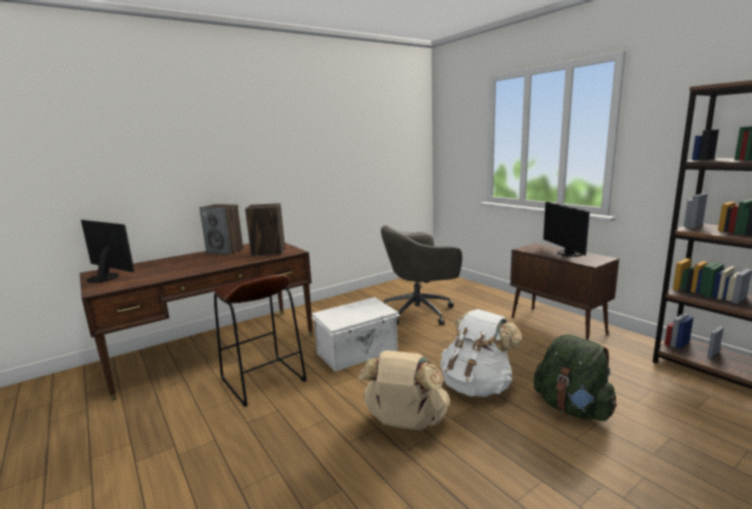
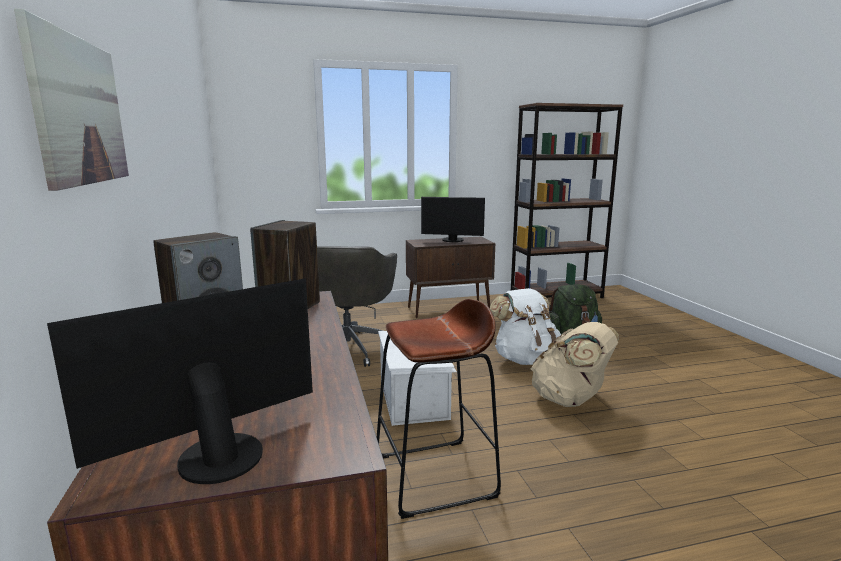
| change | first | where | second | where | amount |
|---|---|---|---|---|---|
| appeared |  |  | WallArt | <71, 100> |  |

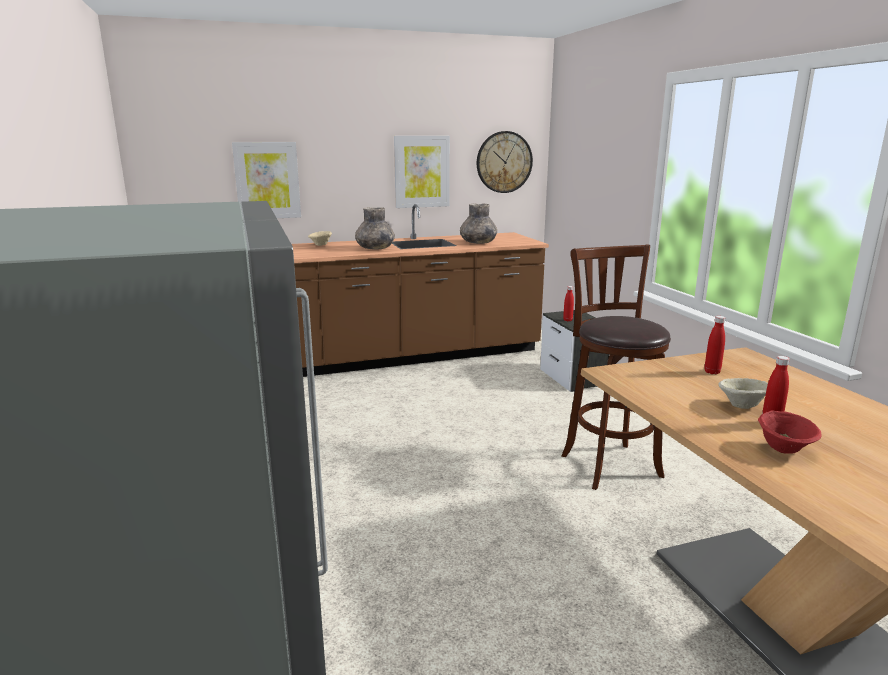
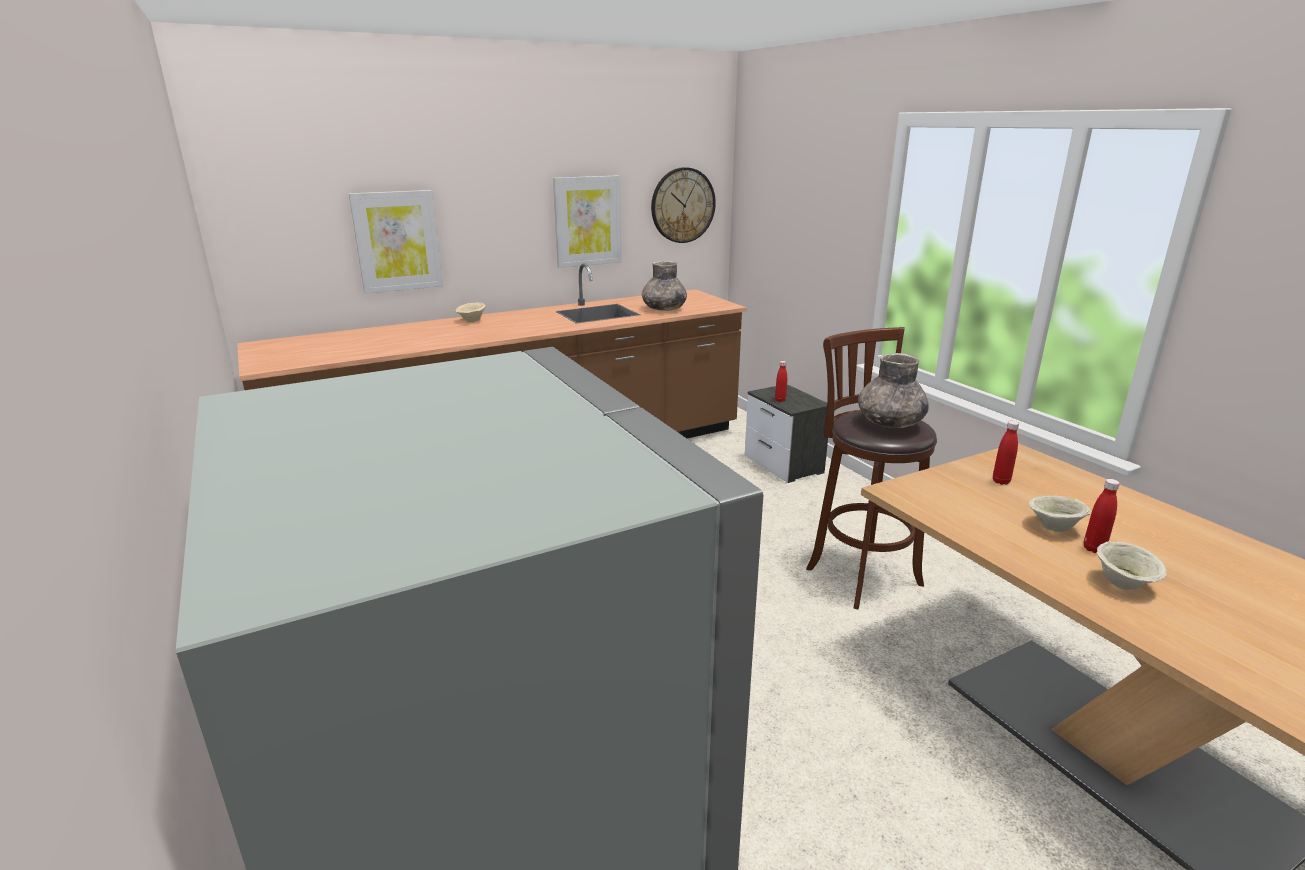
| change | first | where | second | where | amount |
|---|---|---|---|---|---|
| relocated | GreyishVase | <375, 228> |  | <893, 390> |  |
| colour | RedColouredDeepDish | <790, 432> | BeigeDeepDish | <1131, 566> |  |

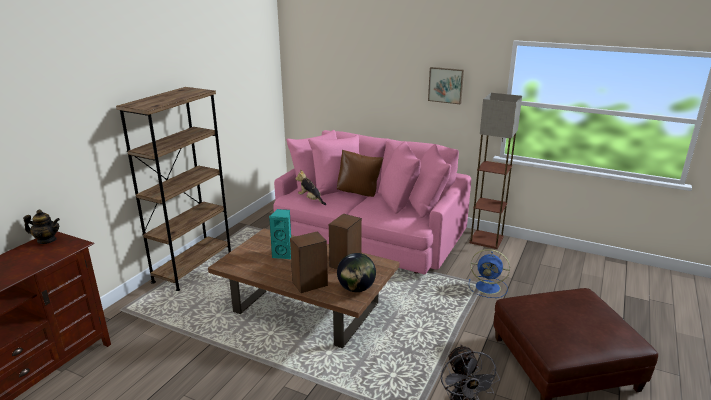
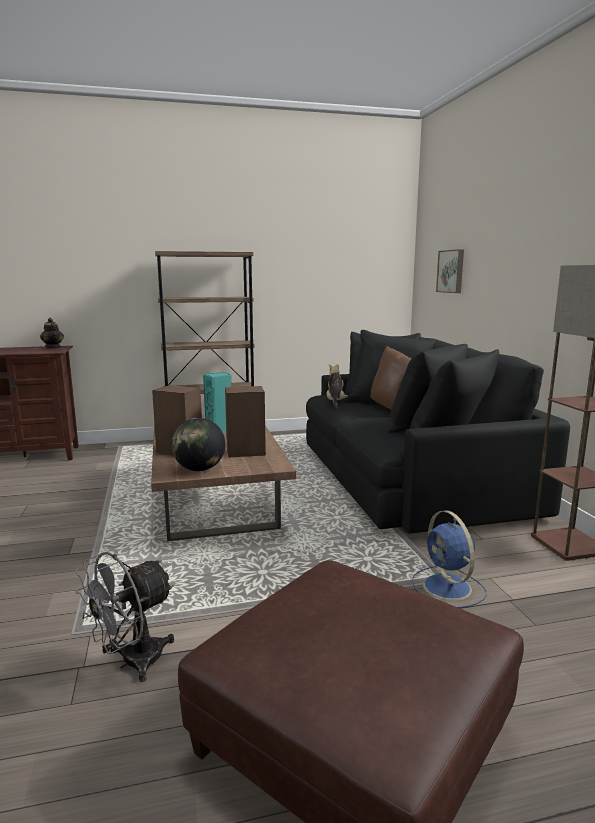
| change | first | where | second | where | amount |
|---|---|---|---|---|---|
| relocated | WallArt | <446, 85> |  | <450, 271> |  |
| colour | PinkSettee | <372, 202> | BlackSettee | <438, 431> |  |

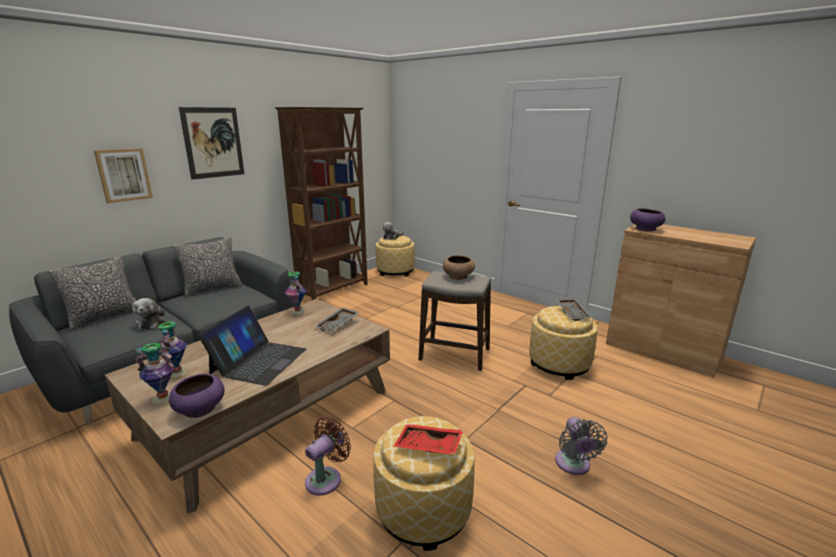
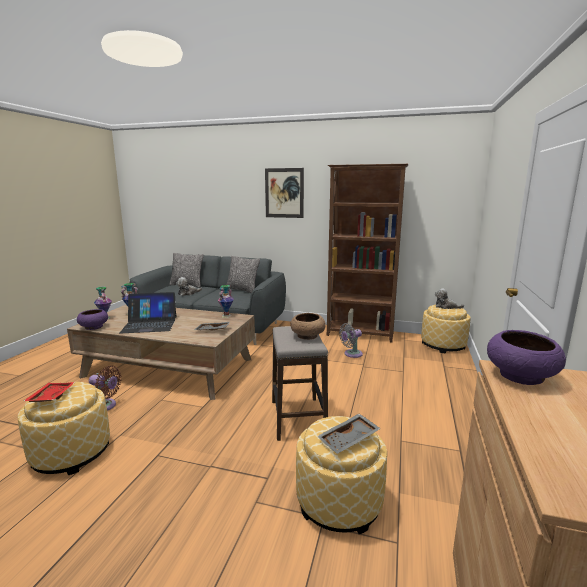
| change | first | where | second | where | amount |
|---|---|---|---|---|---|
| missing | WallArt | <123, 175> |  |  |  |
| relocated | GreyishCoolingFan | <581, 446> |  | <351, 340> |  |

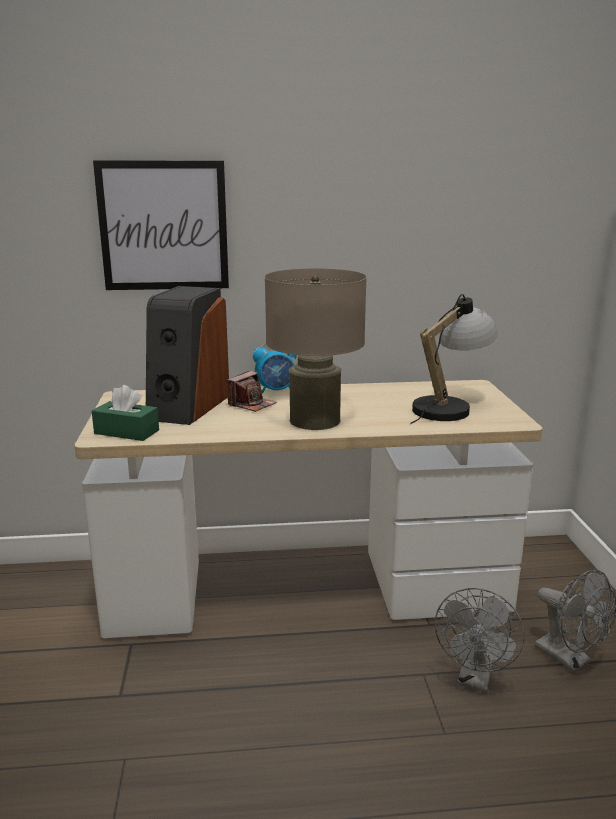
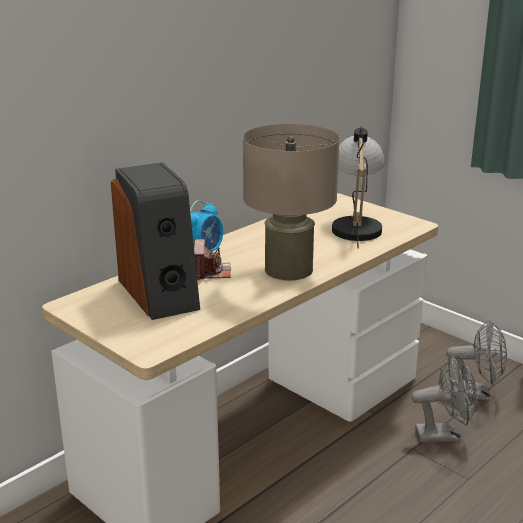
| change | first | where | second | where | amount |
|---|---|---|---|---|---|
| missing | WallArt | <161, 225> |  |  |  |
| missing | GreenTissueHolder | <125, 413> |  |  |  |
| spun | GreyishCoolingFan | <480, 640> |  | <445, 398> | 75 degrees counterclockwise |

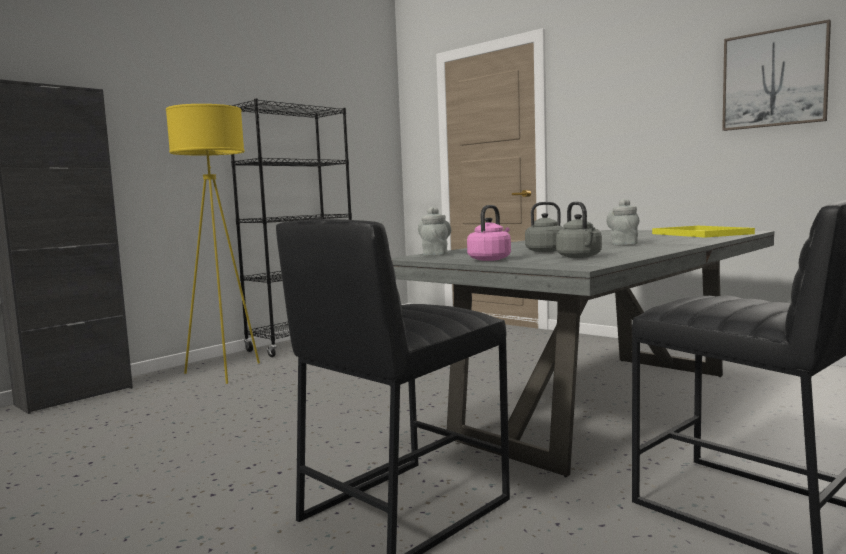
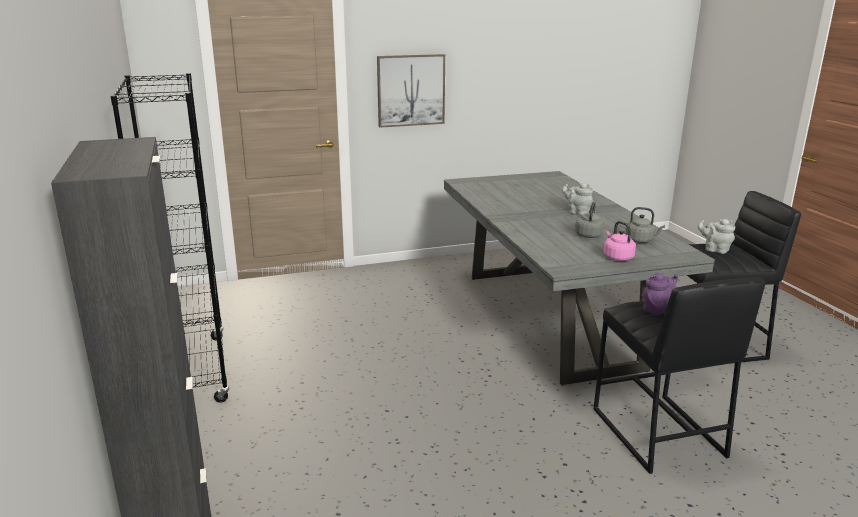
| change | first | where | second | where | amount |
|---|---|---|---|---|---|
| relocated | WallArt | <776, 75> |  | <411, 91> |  |
| missing | YellowColouredStandardLamp | <213, 244> |  |  |  |
| relocated | GreyishTeaPot | <434, 231> |  | <716, 236> |  |
| missing | YellowColouredTray | <703, 232> |  |  |  |
| appeared |  |  | PurpleColouredTeaPot | <661, 294> |  |

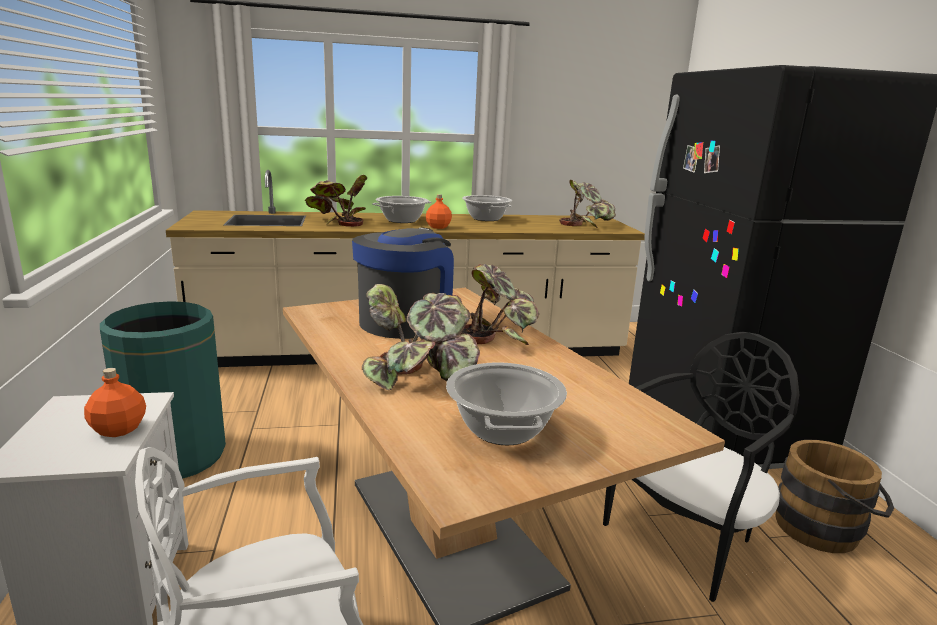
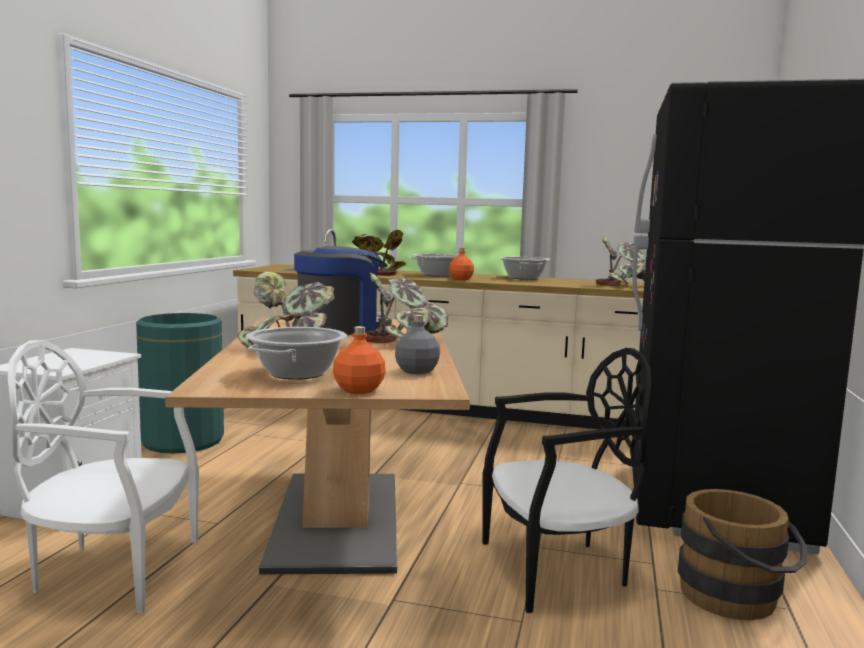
| change | first | where | second | where | amount |
|---|---|---|---|---|---|
| relocated | OrangeyDrinkBottle | <115, 402> |  | <359, 360> |  |
| appeared |  |  | GreyishDrinkBottle | <417, 344> |  |

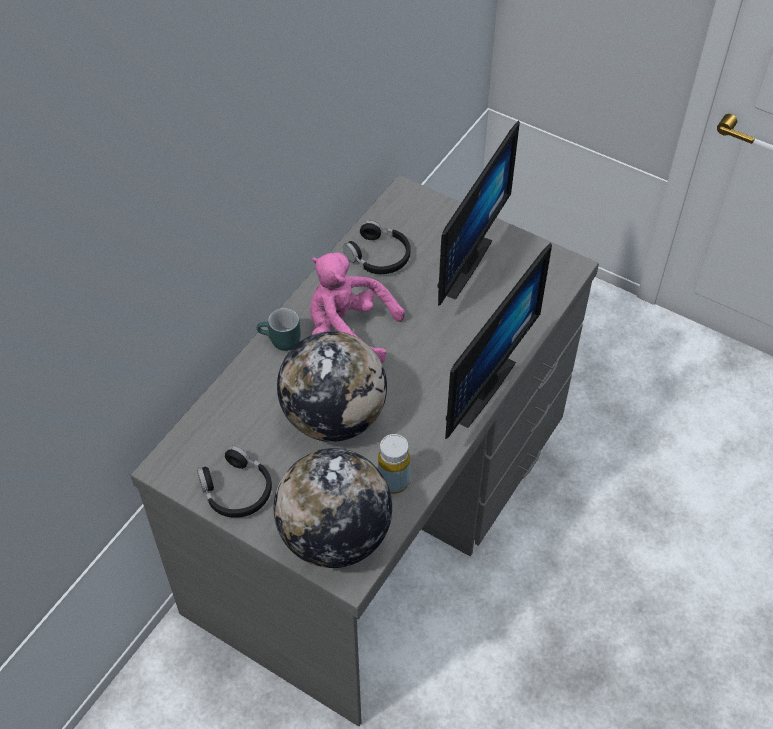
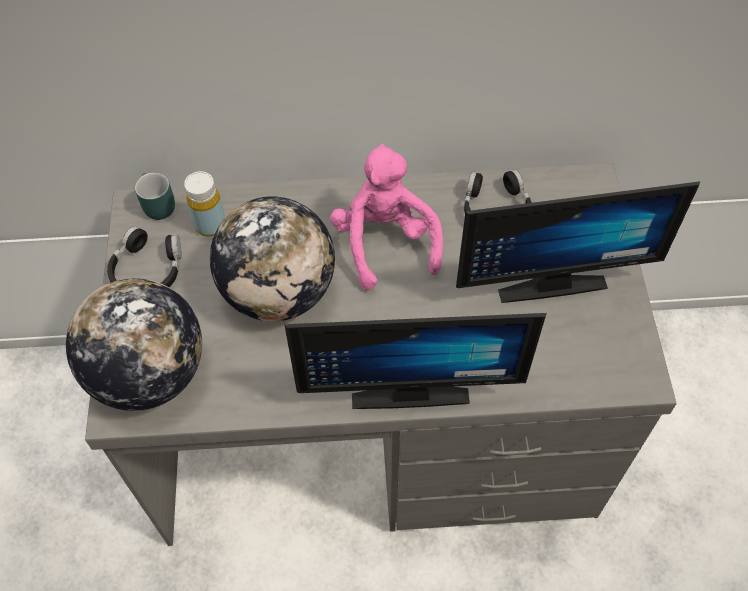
| change | first | where | second | where | amount |
|---|---|---|---|---|---|
| relocated | TurquoiseColouredTeaMug | <279, 329> |  | <155, 196> |  |
| relocated | YellowColouredDrinkBottle | <394, 464> |  | <204, 204> |  |

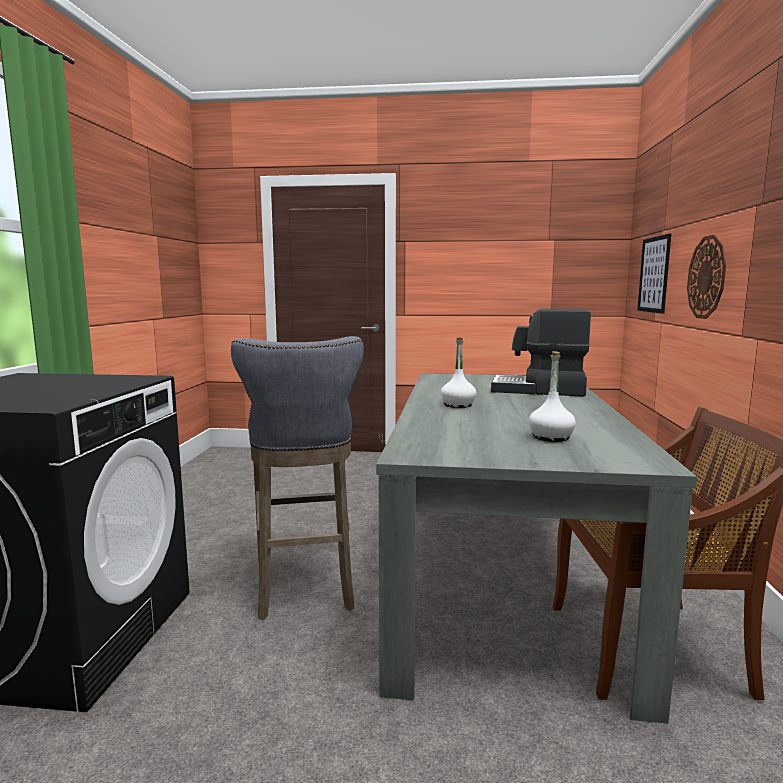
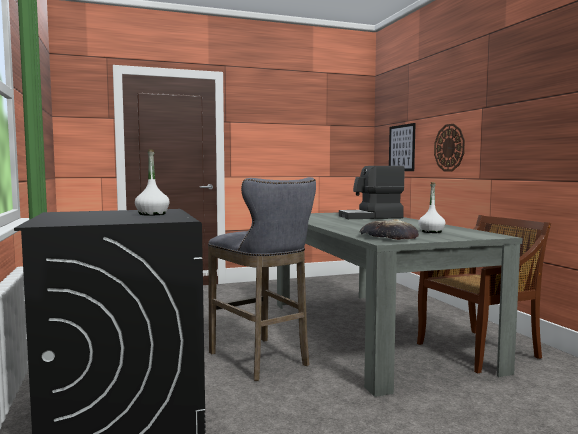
| change | first | where | second | where | amount |
|---|---|---|---|---|---|
| relocated | WhiteColouredDrinkBottle | <459, 373> |  | <152, 182> |  |
| appeared |  |  | BakeryBread | <389, 229> |  |

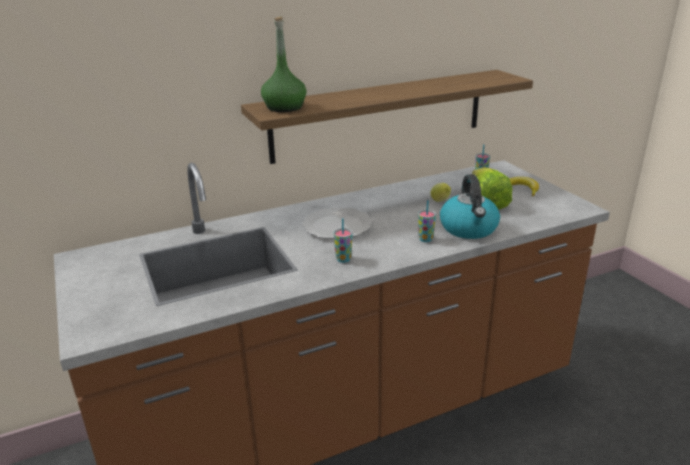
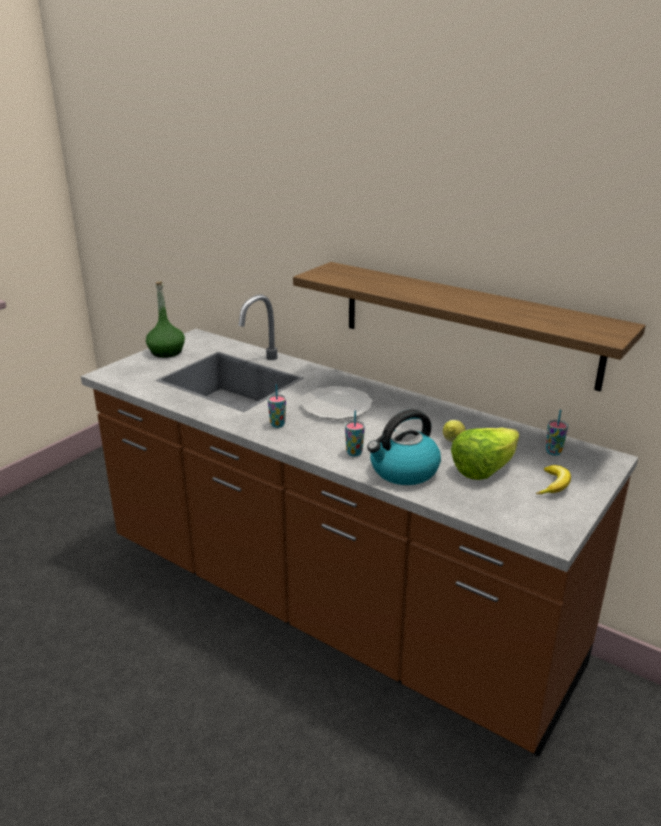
| change | first | where | second | where | amount |
|---|---|---|---|---|---|
| relocated | GreenDrinkBottle | <284, 64> |  | <165, 319> |  |

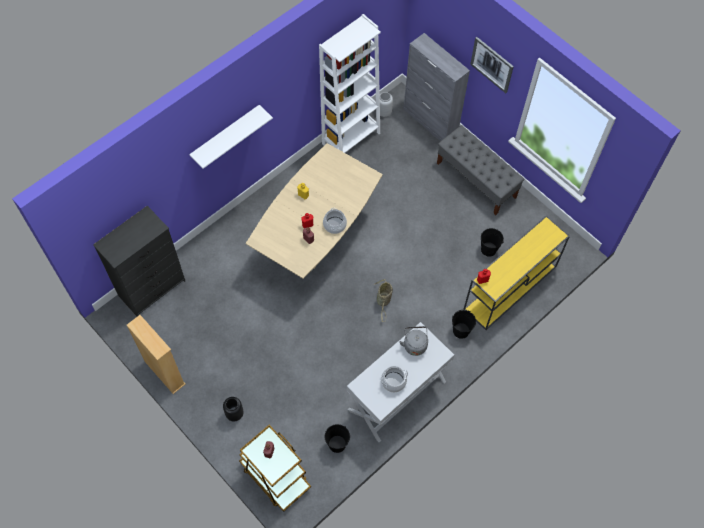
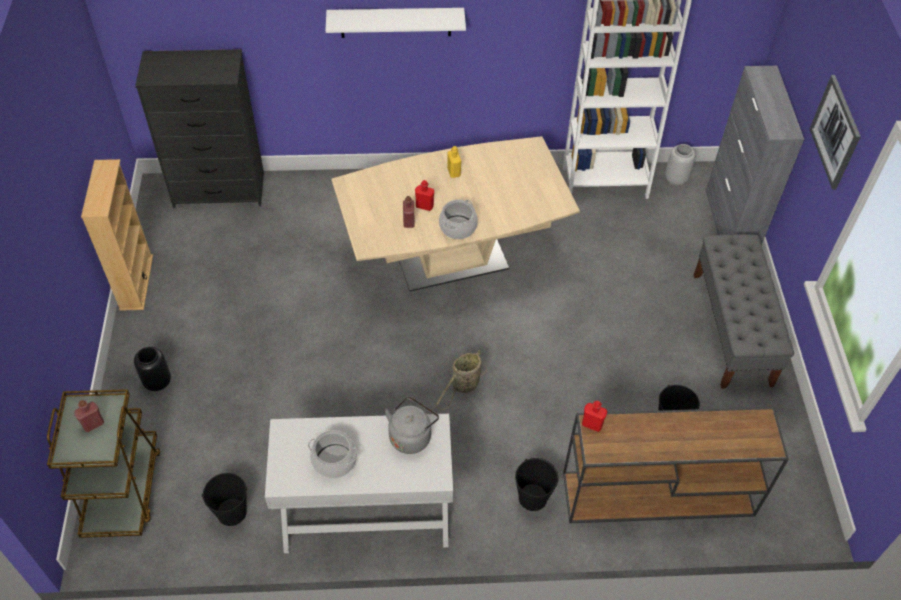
| change | first | where | second | where | amount |
|---|---|---|---|---|---|
| colour | YellowColouredNarrowTable | <517, 273> | BrownishNarrowTable | <676, 465> |  |

